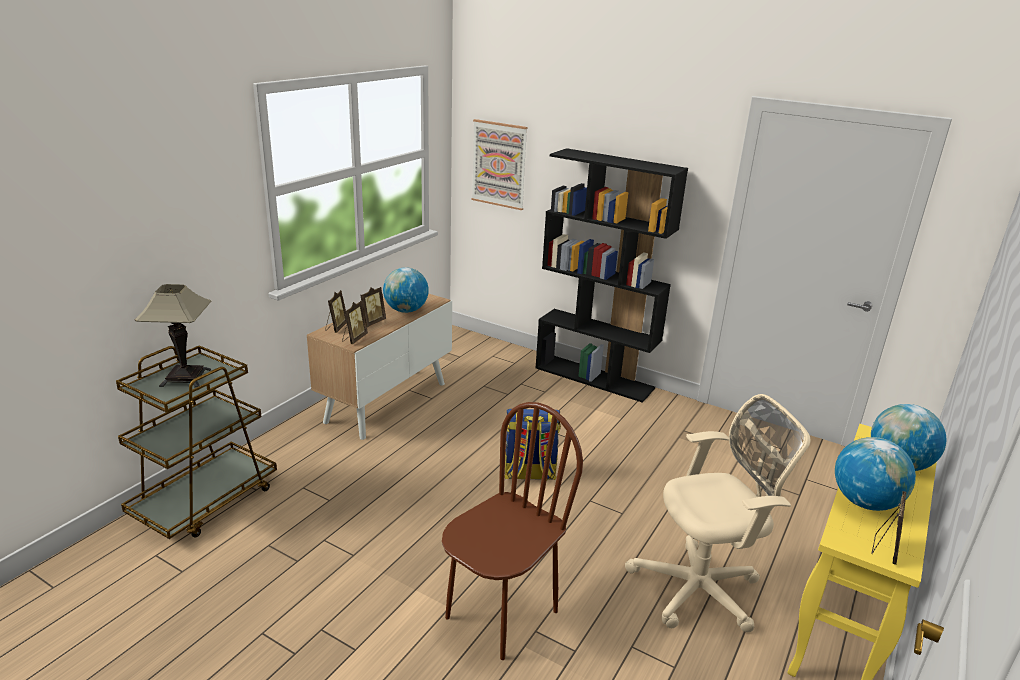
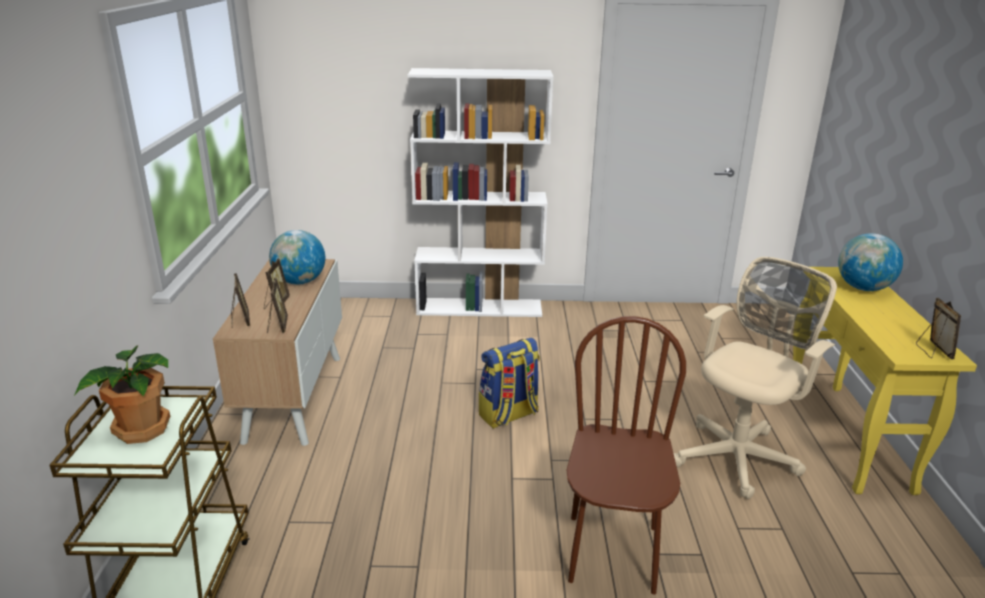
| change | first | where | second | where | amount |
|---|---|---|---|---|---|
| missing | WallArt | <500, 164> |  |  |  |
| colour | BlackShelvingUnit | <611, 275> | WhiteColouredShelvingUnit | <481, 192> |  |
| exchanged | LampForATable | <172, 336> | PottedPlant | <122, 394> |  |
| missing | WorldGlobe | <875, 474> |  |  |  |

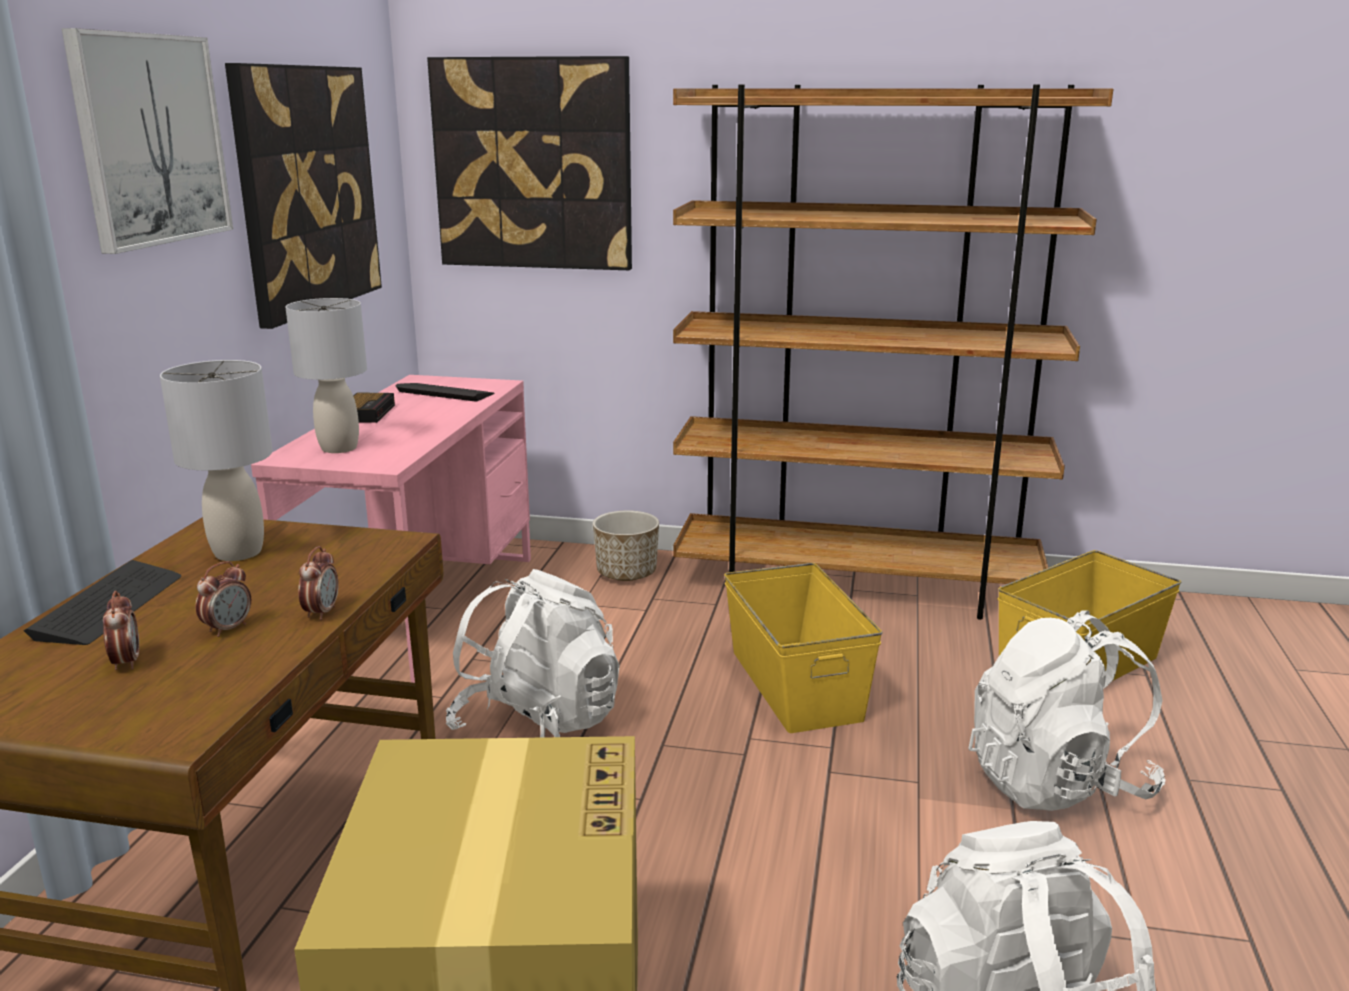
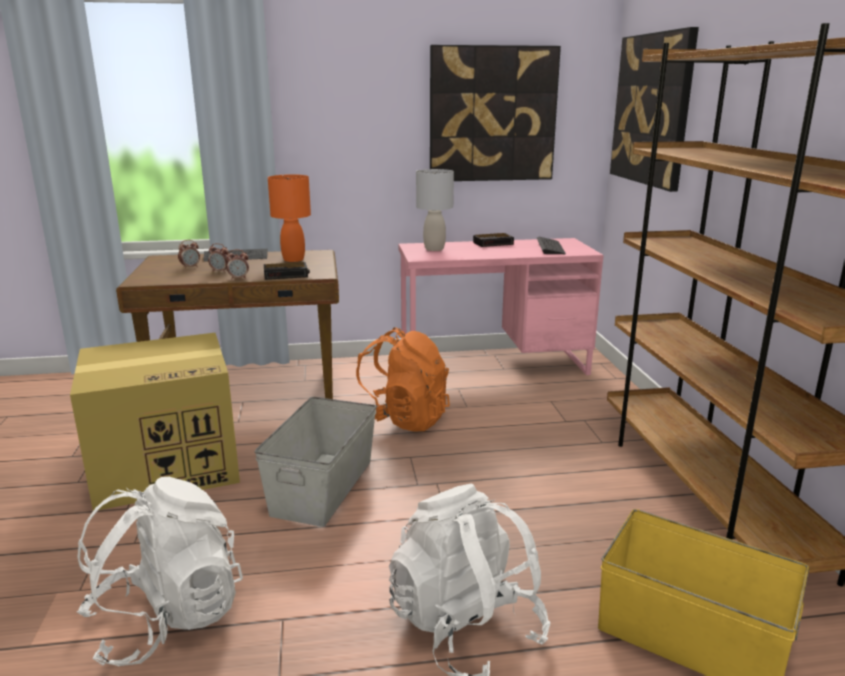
| change | first | where | second | where | amount |
|---|---|---|---|---|---|
| missing | WallArt | <147, 141> |  |  |  |
| colour | GreyishLampForATable | <216, 460> | OrangeyLampForATable | <289, 218> |  |
| missing | FlowerPot | <626, 545> |  |  |  |
| missing | YellowColouredStorageBin | <803, 648> |  |  |  |
| colour | WhiteColouredBackpack | <533, 653> | OrangeyBackpack | <403, 379> |  |
| appeared |  |  | AlarmClock | <287, 271> |  |
| appeared |  |  | GreyishStorageBin | <316, 462> |  |

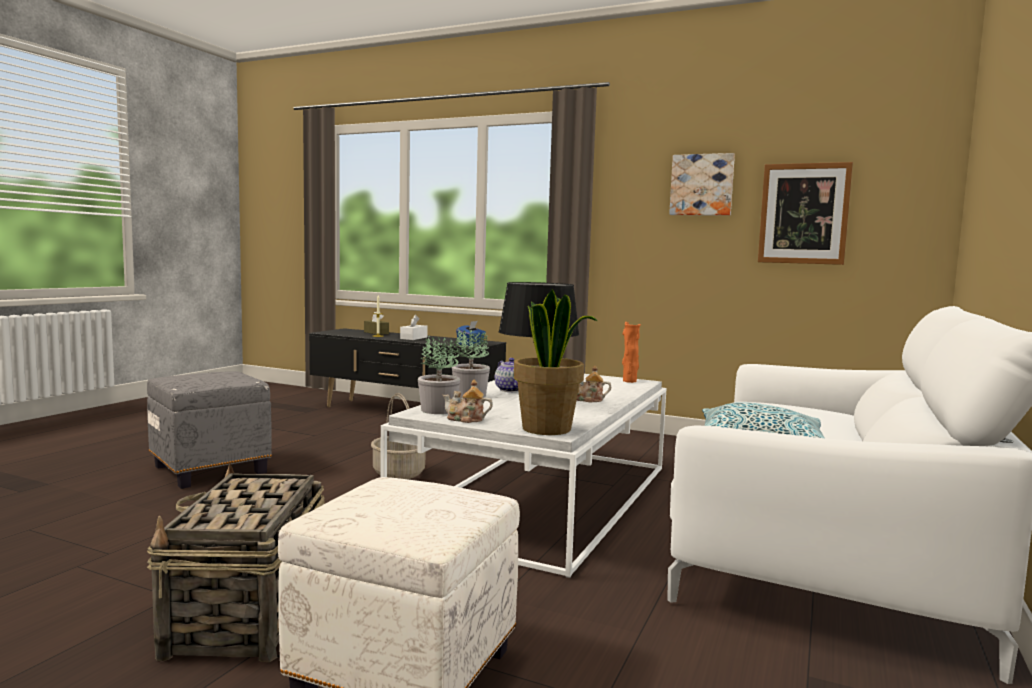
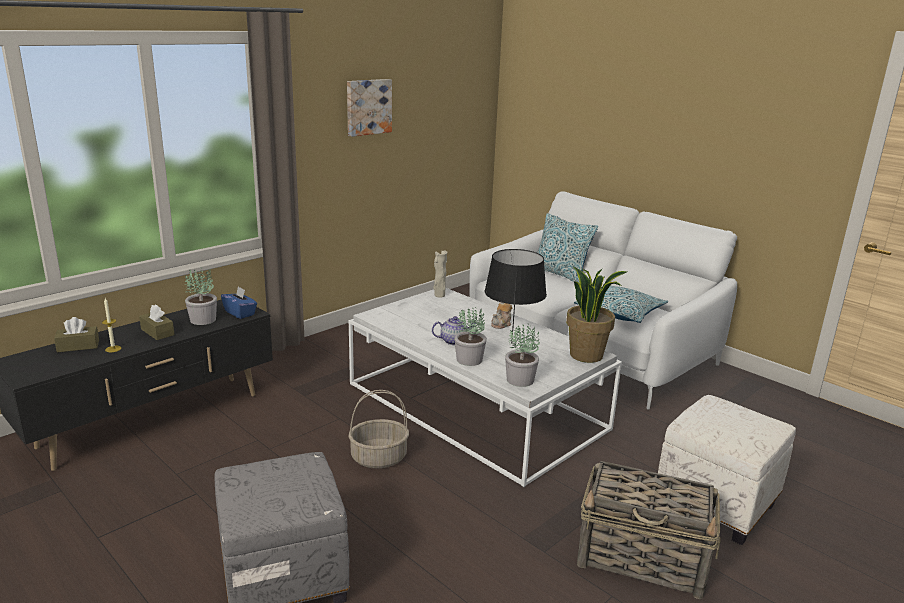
| change | first | where | second | where | amount |
|---|---|---|---|---|---|
| missing | WallArt | <805, 213> |  |  |  |
| colour | WhiteColouredTissueHolder | <414, 327> | BrownishTissueHolder | <156, 322> |  |
| colour | OrangeyVase | <631, 352> | BeigeVase | <440, 273> |  |
| missing | TeaPot | <468, 401> |  |  |  |
| appeared |  |  | Pillow | <567, 248> |  |
| appeared |  |  | PottedPlant | <201, 296> |  |

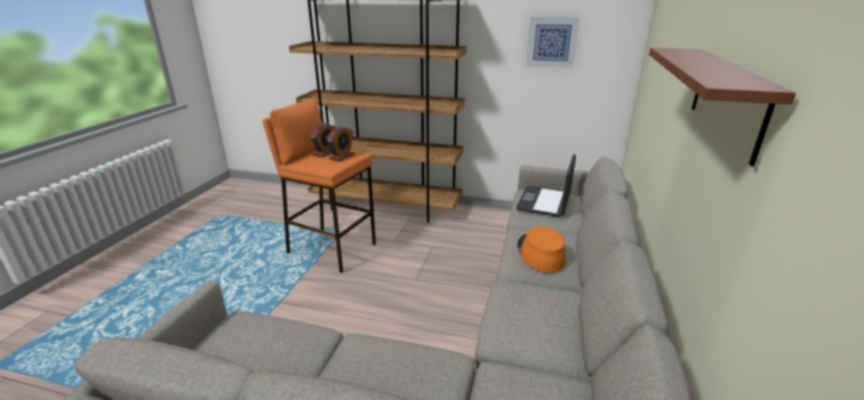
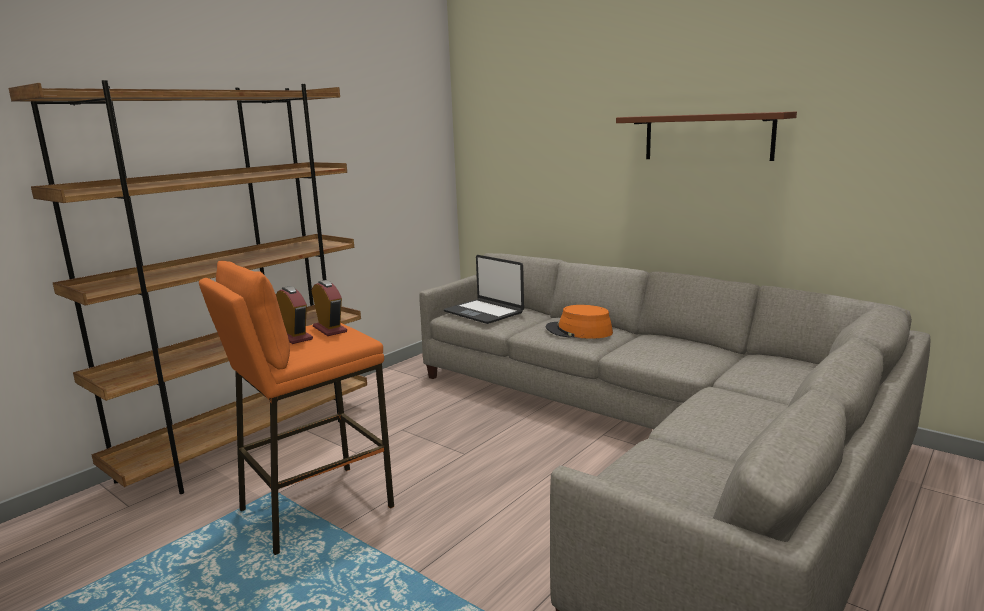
| change | first | where | second | where | amount |
|---|---|---|---|---|---|
| missing | WallArt | <553, 42> |  |  |  |

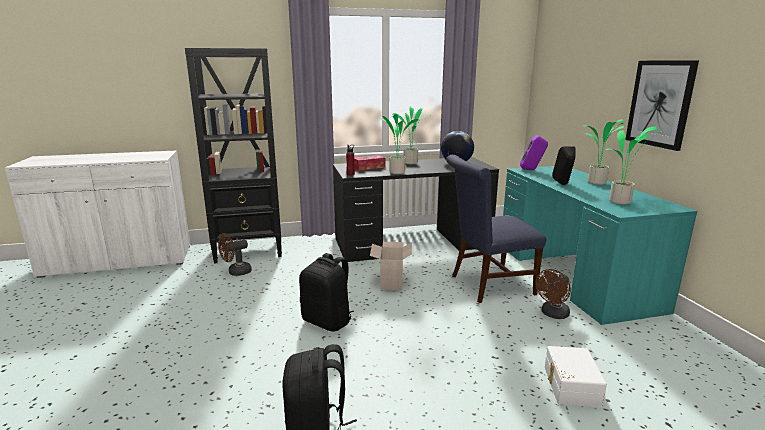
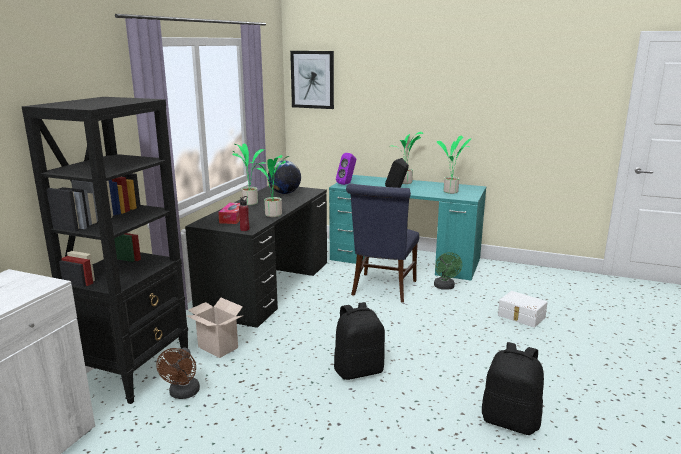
| change | first | where | second | where | amount |
|---|---|---|---|---|---|
| relocated | WallArt | <662, 105> |  | <312, 80> |  |
| relocated | CardboardBox | <391, 266> |  | <215, 328> |  |
| colour | BrownishCoolingFan | <553, 294> | GreenCoolingFan | <448, 271> |  |

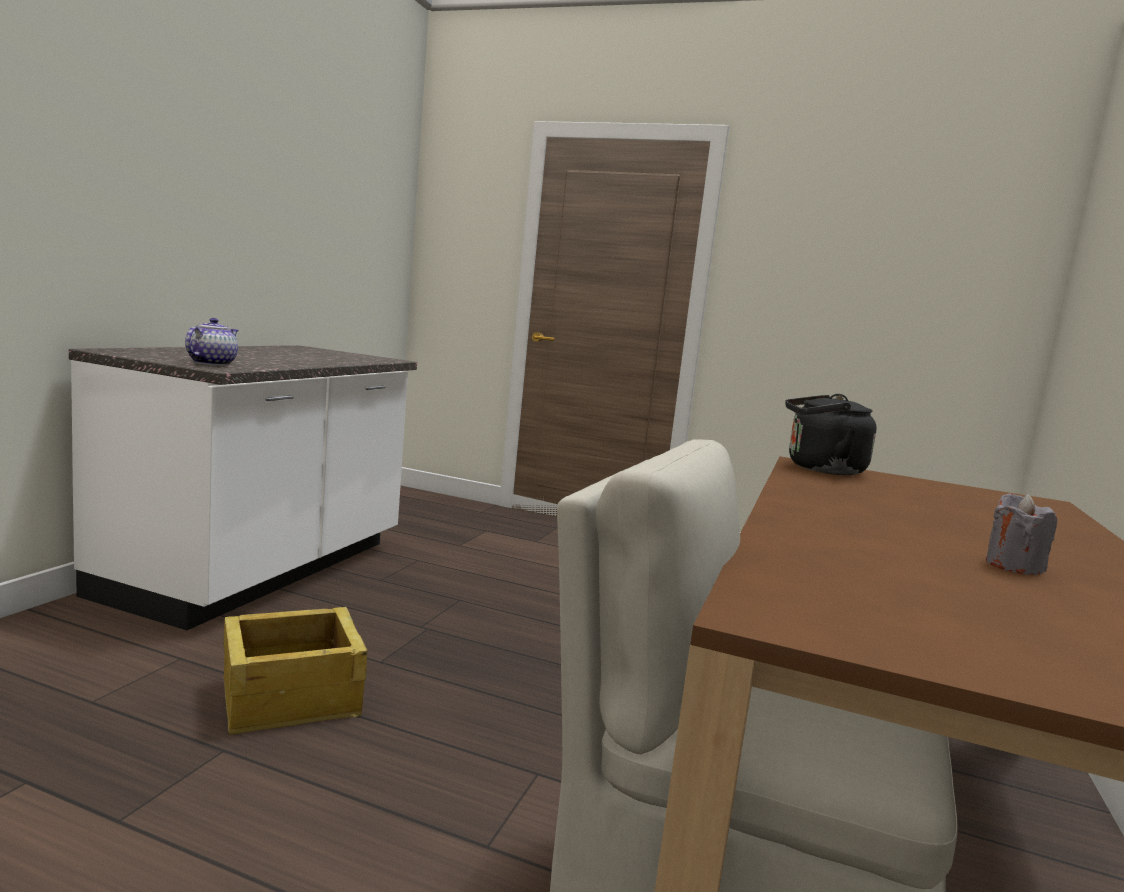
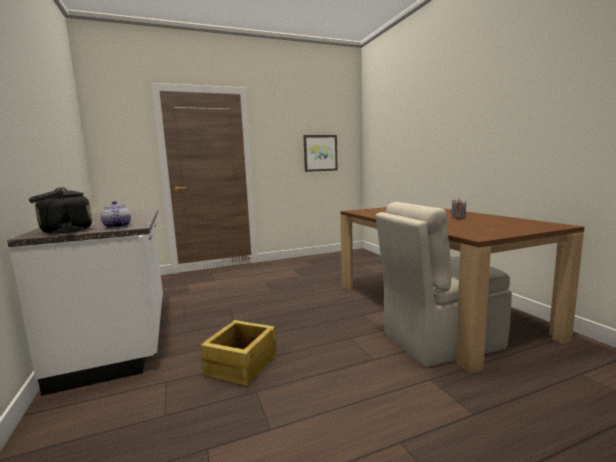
| change | first | where | second | where | amount |
|---|---|---|---|---|---|
| relocated | BlackKettle | <831, 434> |  | <60, 210> |  |
| appeared |  |  | WallArt | <320, 153> |  |

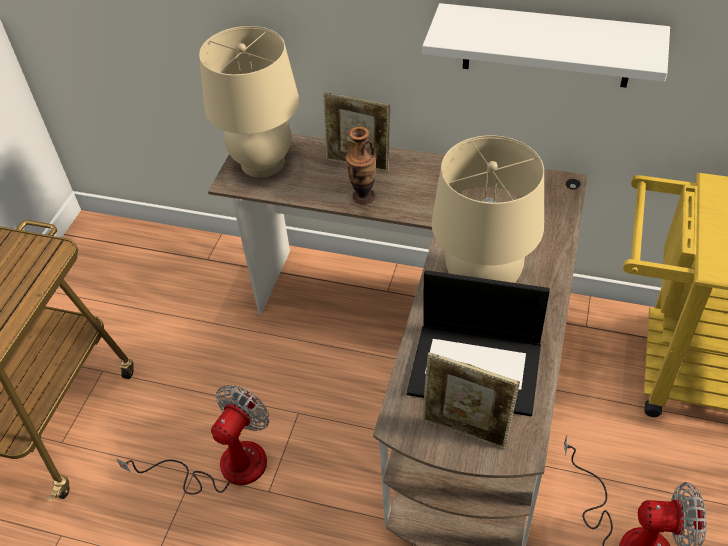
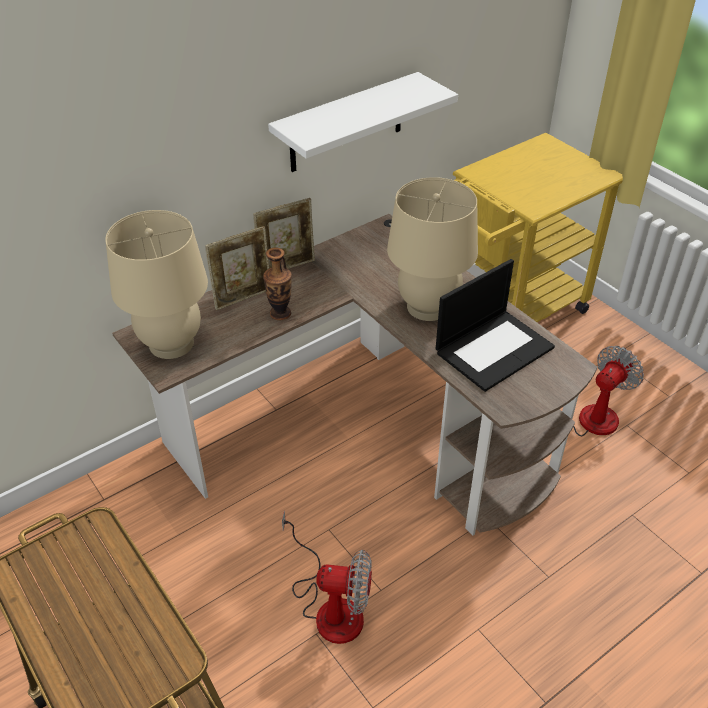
| change | first | where | second | where | amount |
|---|---|---|---|---|---|
| relocated | PhotoFrame | <471, 400> |  | <284, 233> |  |
| spun | CoolingFan | <193, 439> |  | <327, 577> | 120 degrees clockwise |

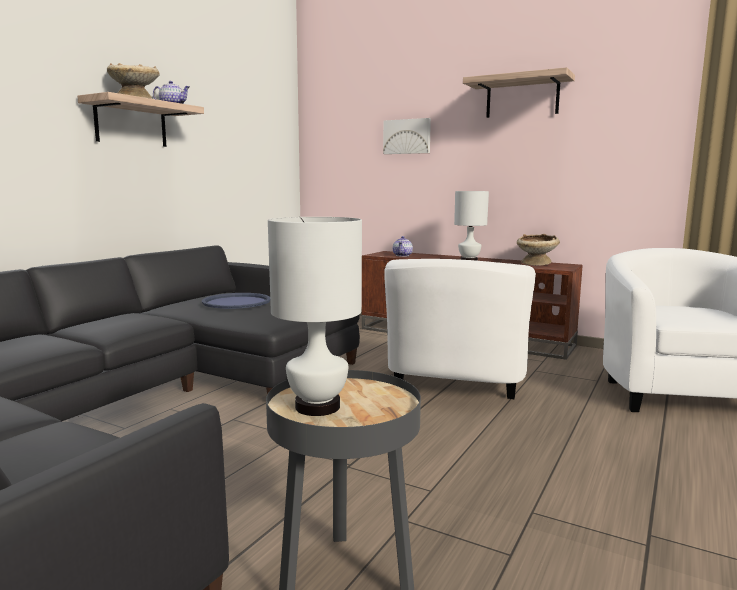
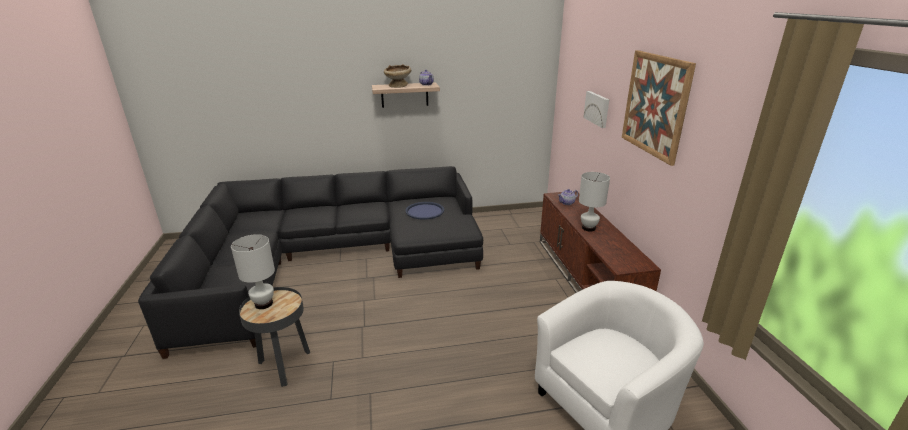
| change | first | where | second | where | amount |
|---|---|---|---|---|---|
| exchanged | Shelf | <519, 92> | WallArt | <659, 108> |  |
| missing | BeigeDeepDish | <538, 250> |  |  |  |
| missing | WhiteColouredEasyChair | <460, 329> |  |  |  |

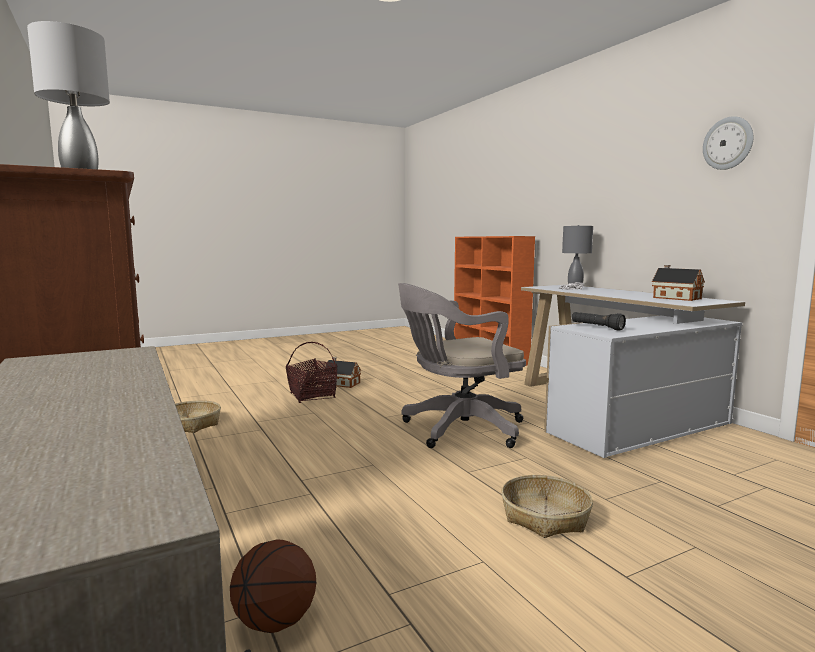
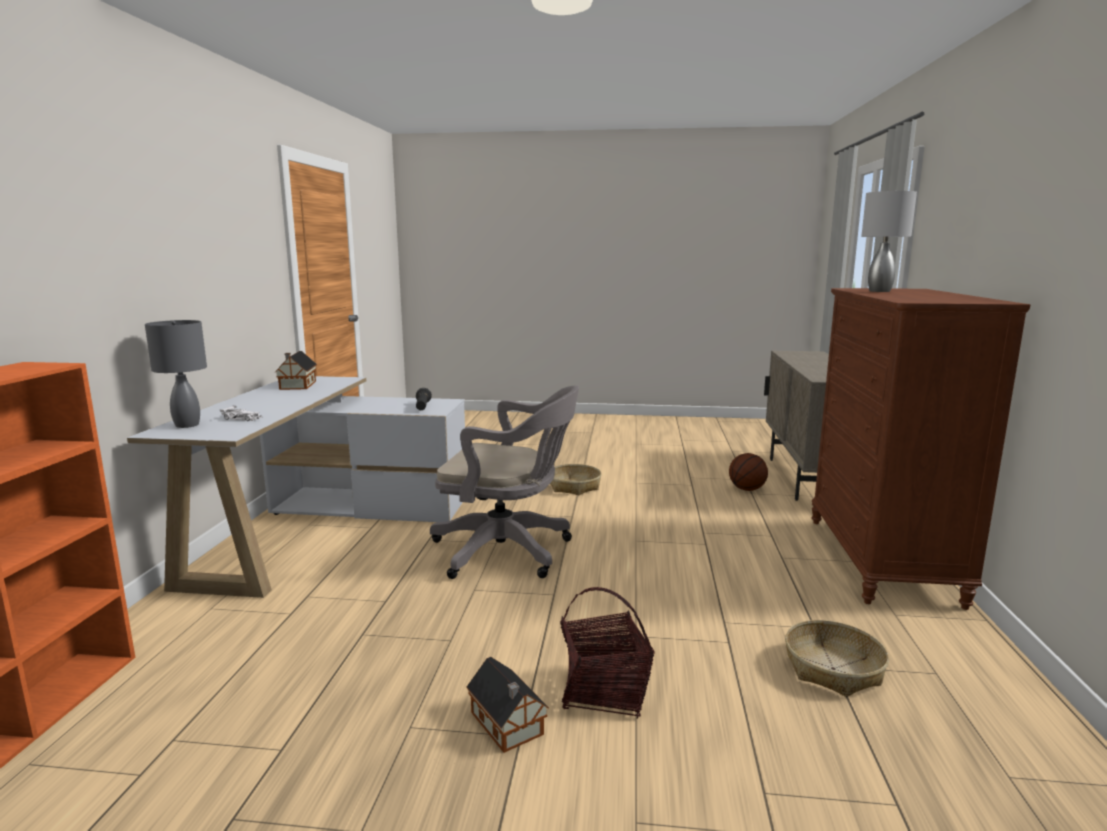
| change | first | where | second | where | amount |
|---|---|---|---|---|---|
| missing | WallClock | <728, 143> |  |  |  |

